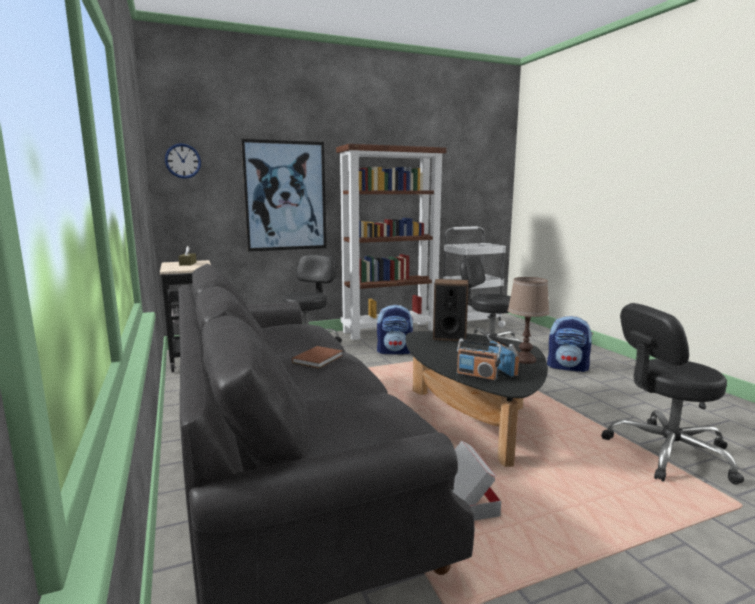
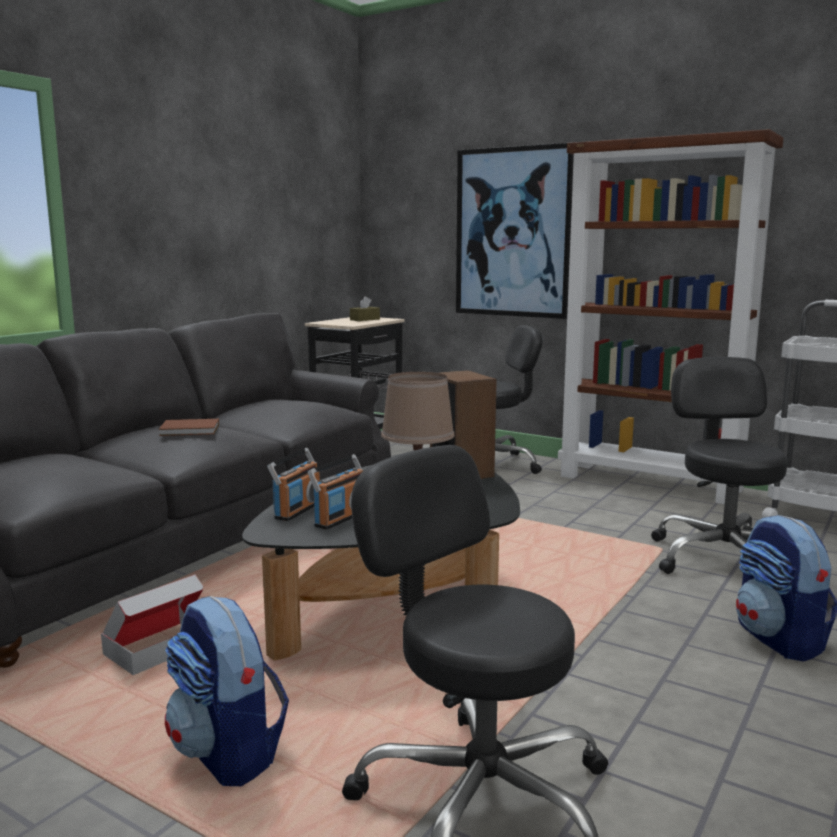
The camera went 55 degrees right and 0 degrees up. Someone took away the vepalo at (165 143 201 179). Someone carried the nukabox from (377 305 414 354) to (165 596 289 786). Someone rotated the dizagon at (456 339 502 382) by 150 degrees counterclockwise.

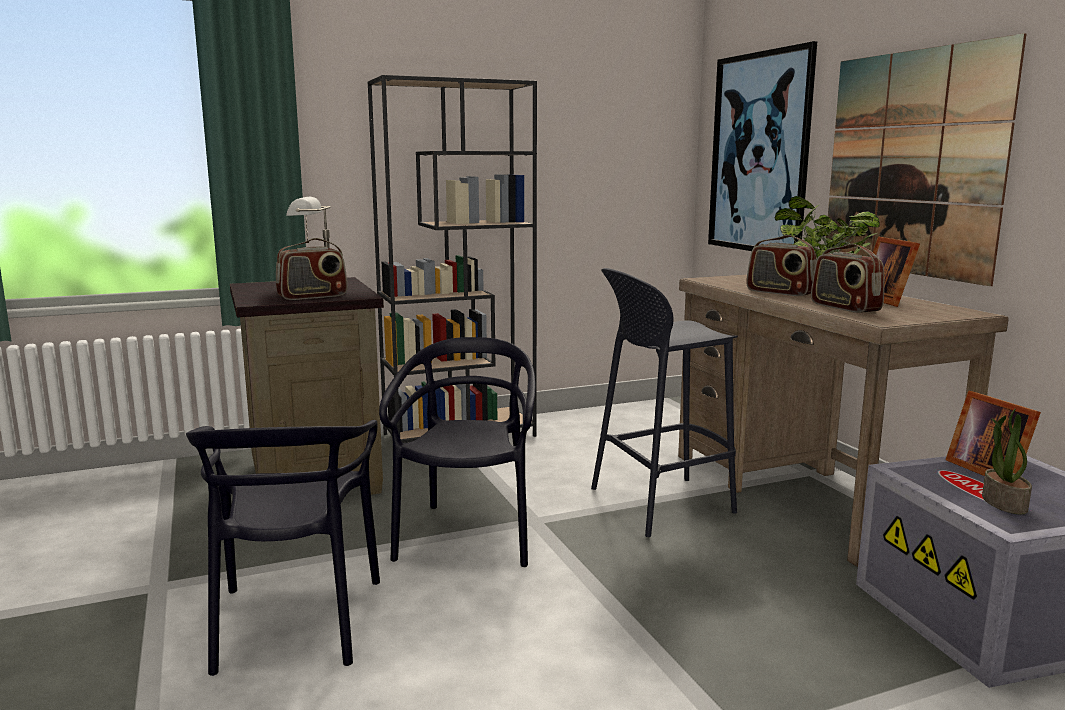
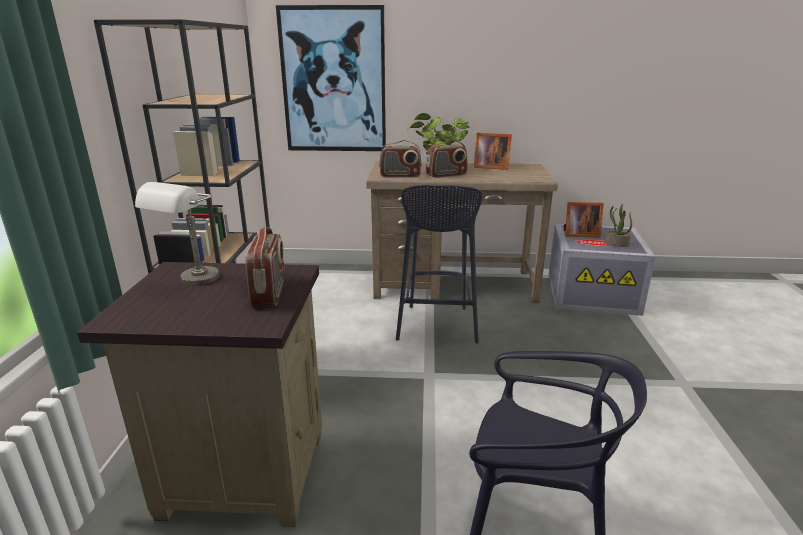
The camera went 65 degrees left and 10 degrees up. Someone took away the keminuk at (826 33 1027 286). Someone carried the dizagon from (811 244 884 313) to (379 140 422 178). Someone took away the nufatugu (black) at (379 337 536 567).

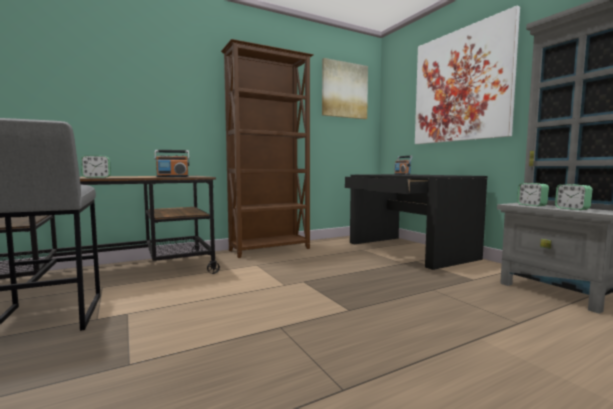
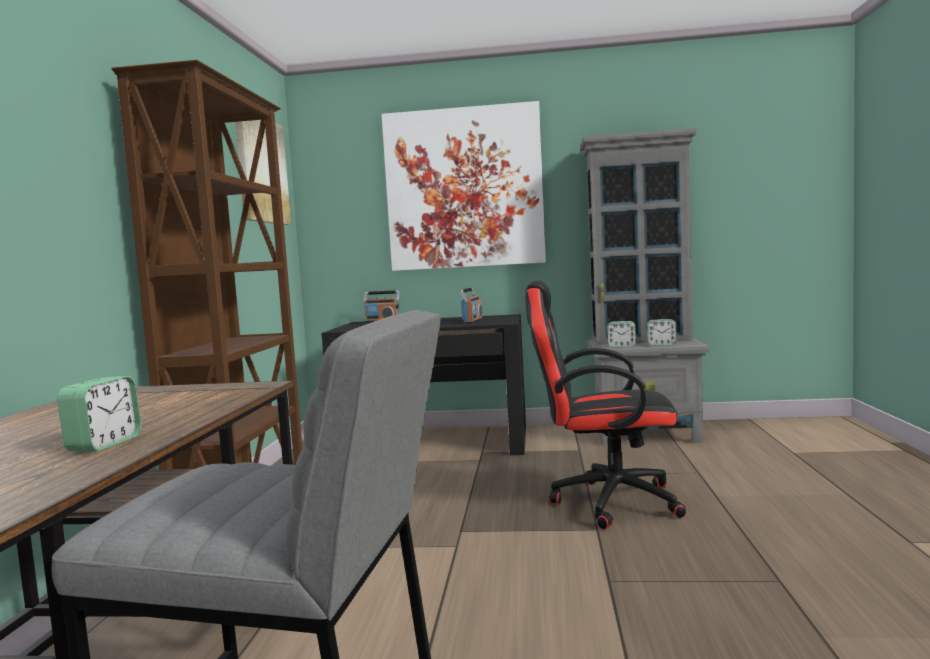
The camera went 55 degrees left and 0 degrees up. Someone carried the dizagon from (154 150 190 177) to (459 288 482 324). Someone put down the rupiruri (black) at (525 280 686 529).

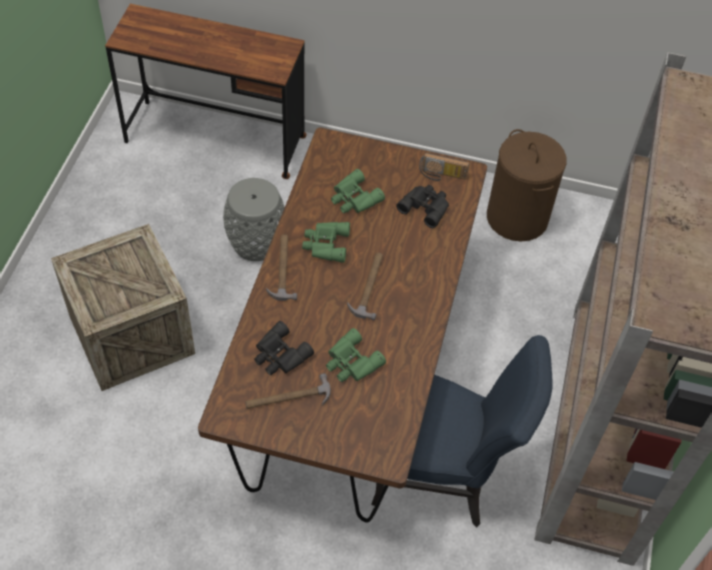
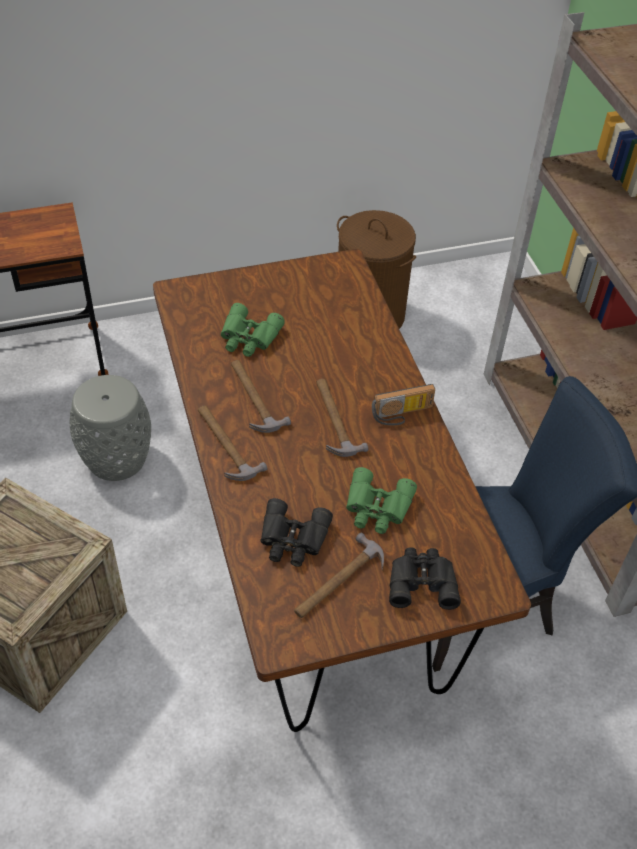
The camera went 30 degrees left and 5 degrees down. Someone carried the dizagon from (419 153 469 181) to (372 384 435 426). Someone carried the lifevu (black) from (396 185 449 228) to (389 547 461 610). Someone swapped the lifevu (green) at (302 222 350 263) for the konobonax at (231 360 291 433).

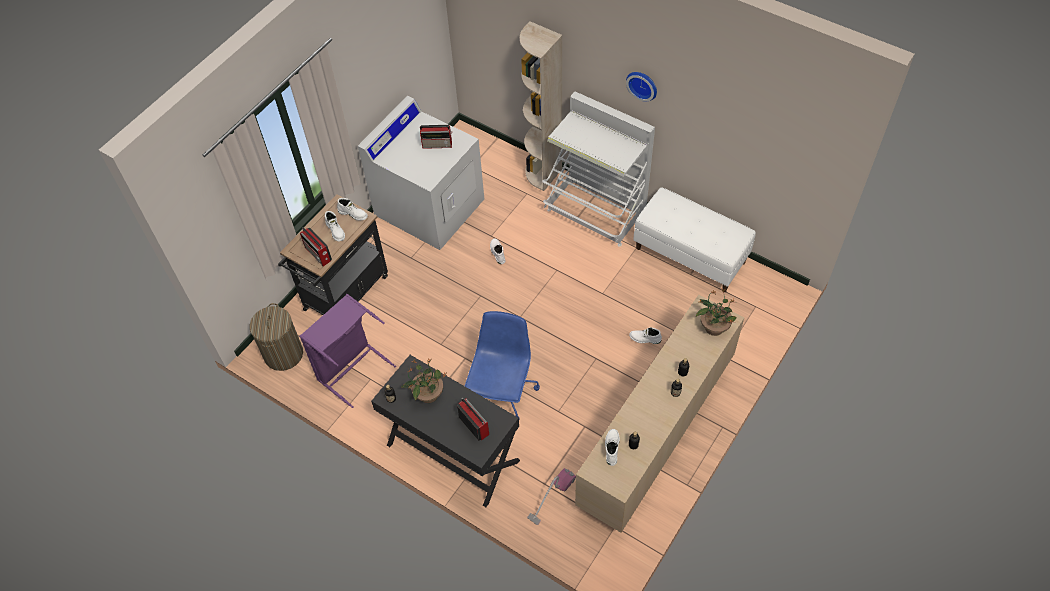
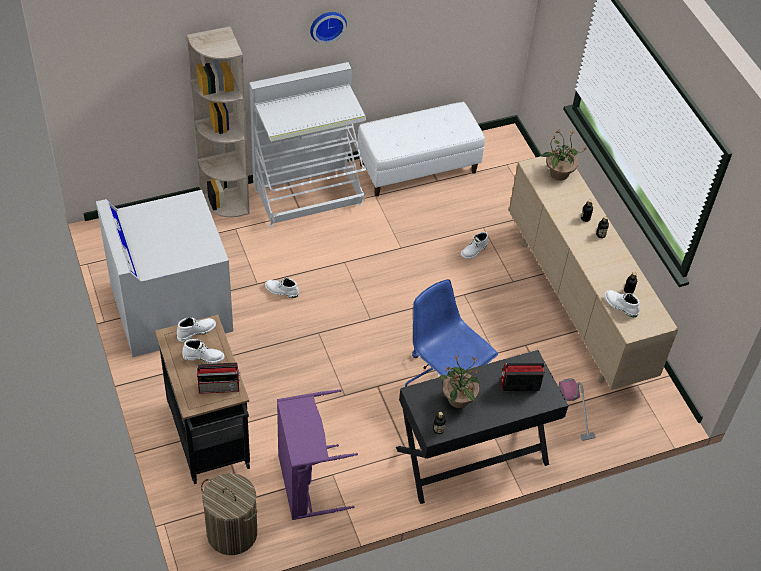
The camera went 60 degrees left and 5 degrees down. Someone took away the dizagon at (420 125 452 149).

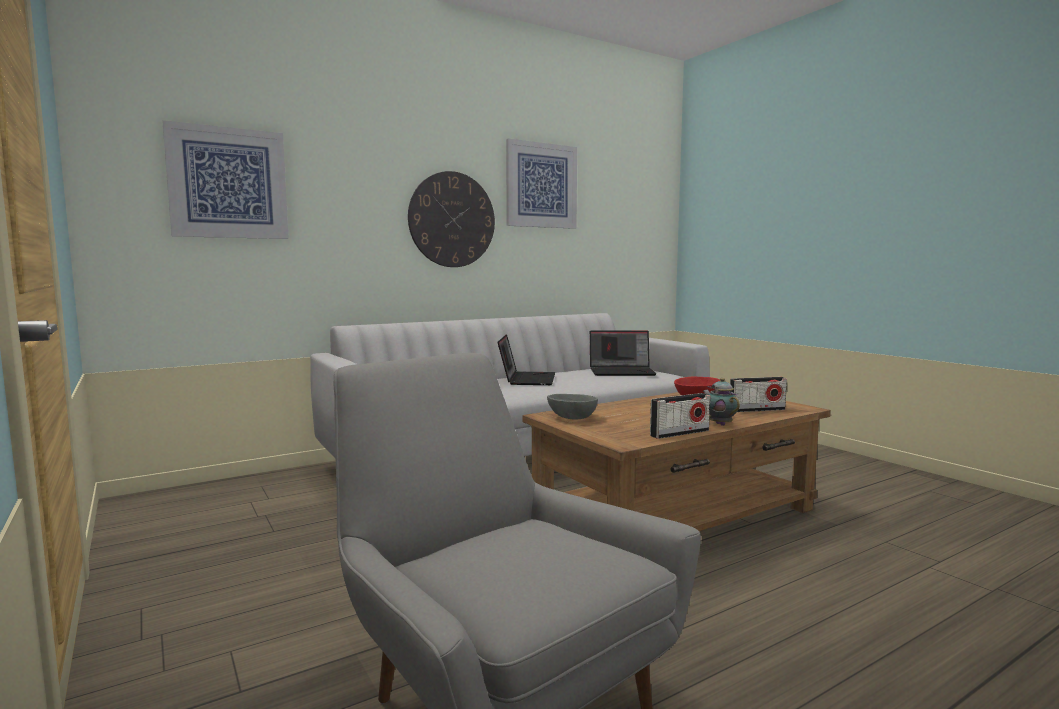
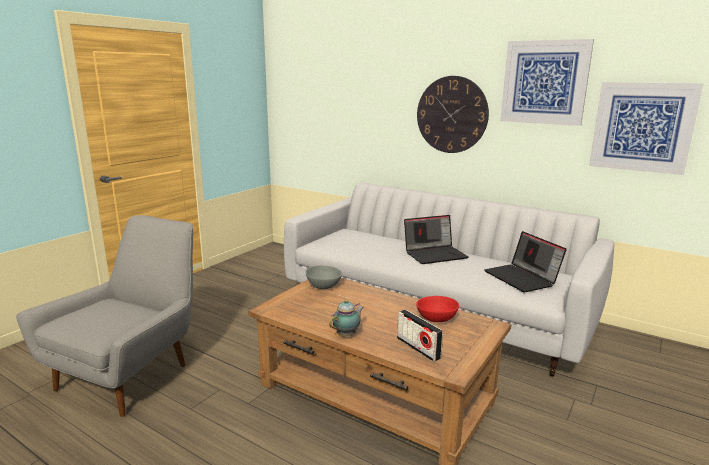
The camera went 65 degrees right and 10 degrees up. Someone carried the keminuk from (162 120 289 239) to (589 82 704 175). Someone took away the dizagon at (650 393 710 439).

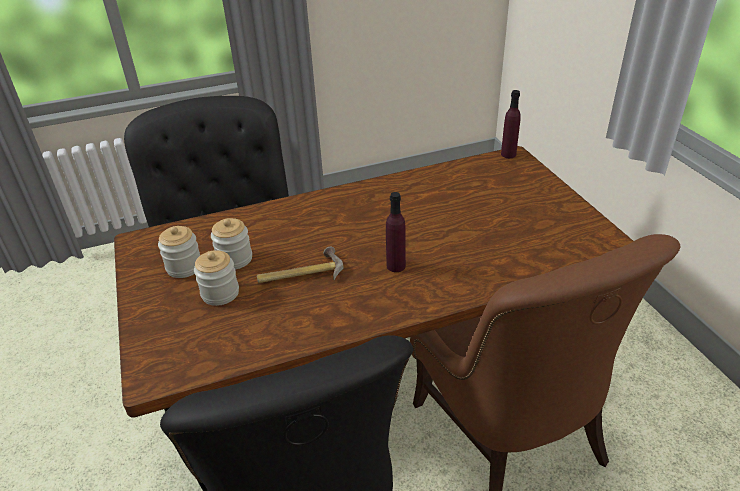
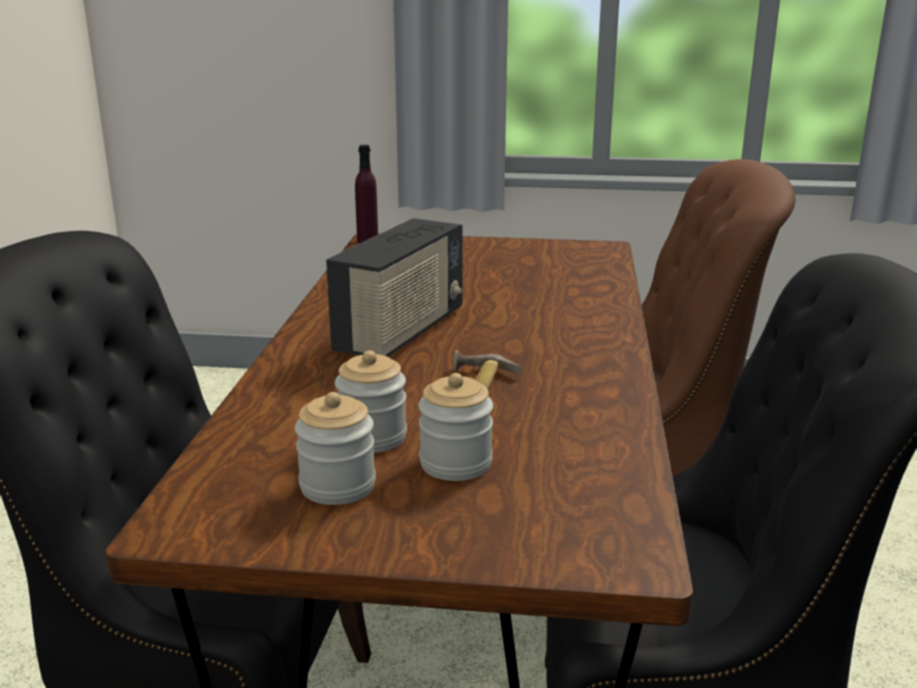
The camera went 65 degrees left and 15 degrees down. Someone took away the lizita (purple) at (386 192 406 272). Someone put down the dizagon at (326 218 463 357).

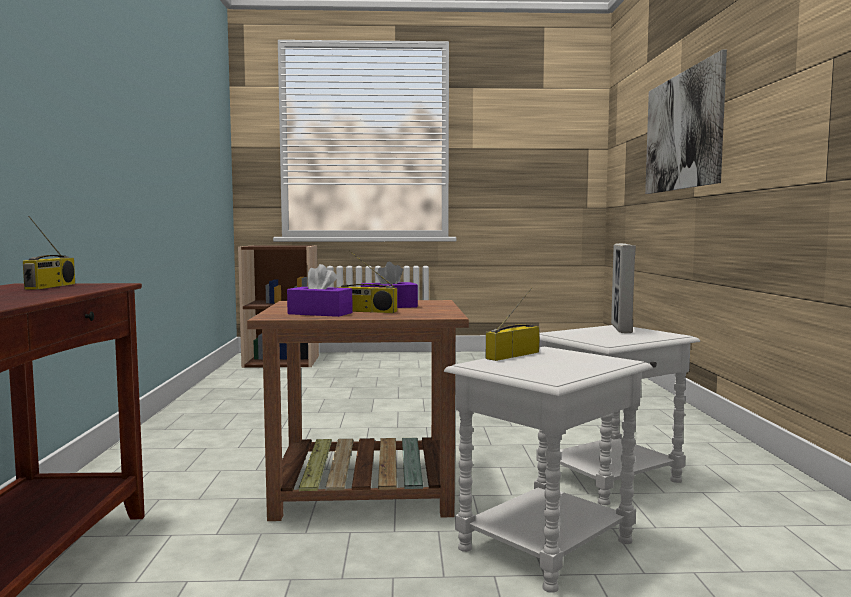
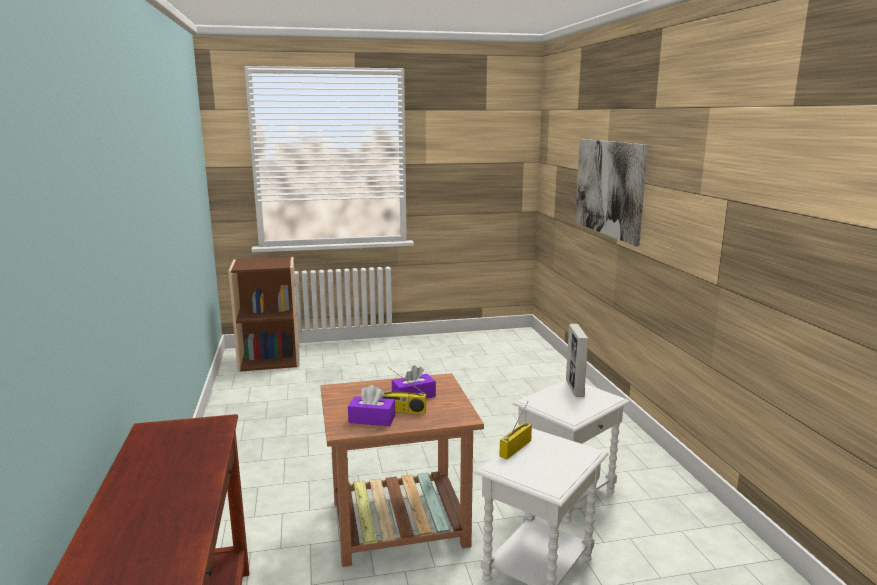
The camera went 10 degrees left and 10 degrees up. Someone took away the dizagon at (23 216 75 290).

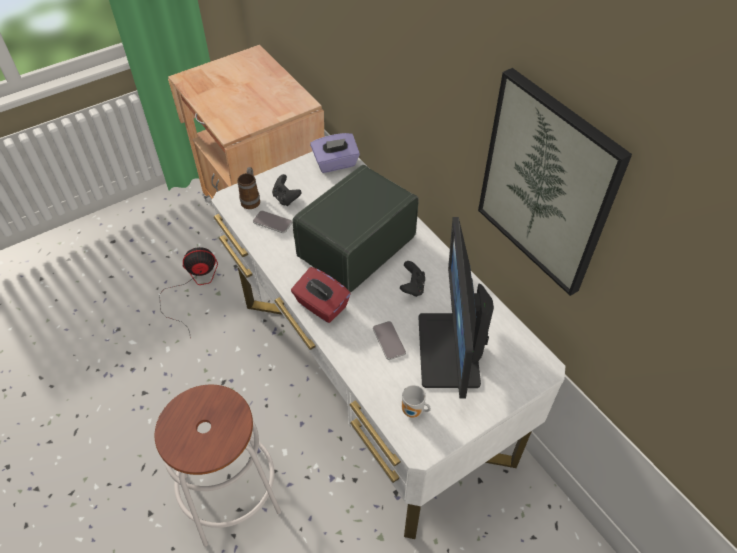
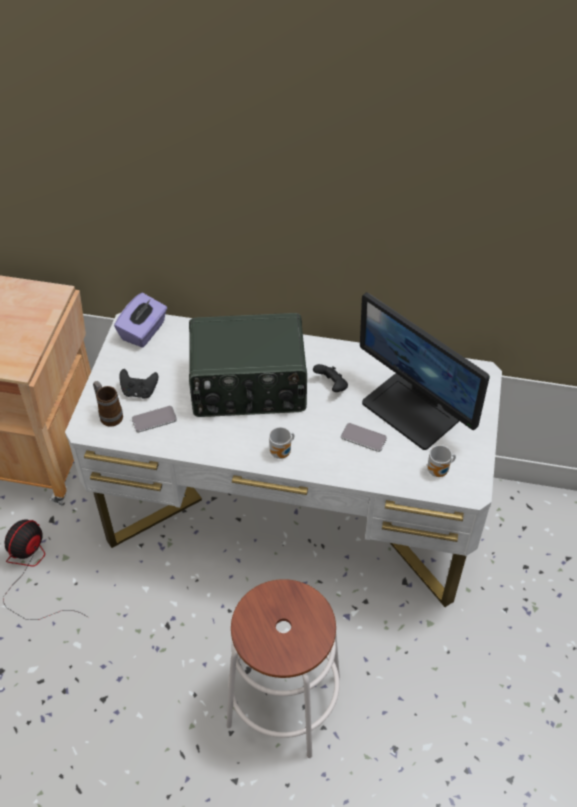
The camera went 45 degrees left and 0 degrees up. Someone took away the keminuk at (478 68 632 296). Someone rotated the dizagon at (292 165 419 292) by 90 degrees counterclockwise. Someone swapped the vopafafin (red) at (291 267 351 323) for the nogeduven at (269 427 295 459).

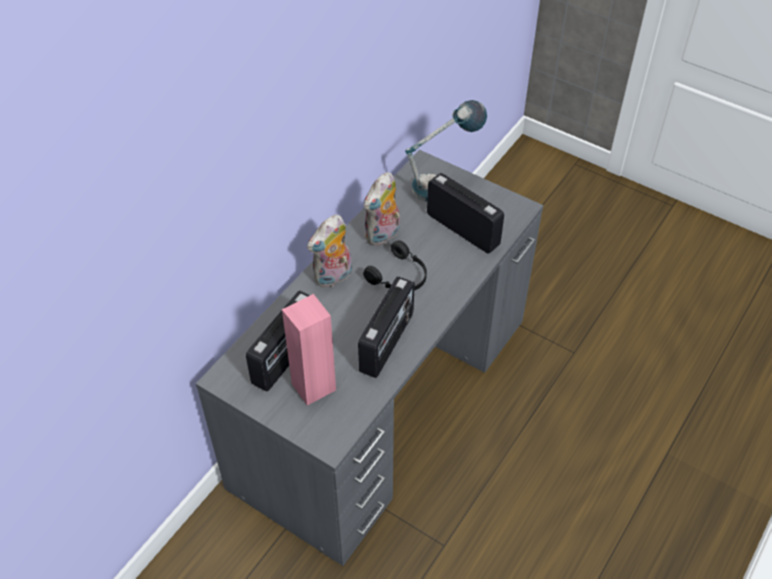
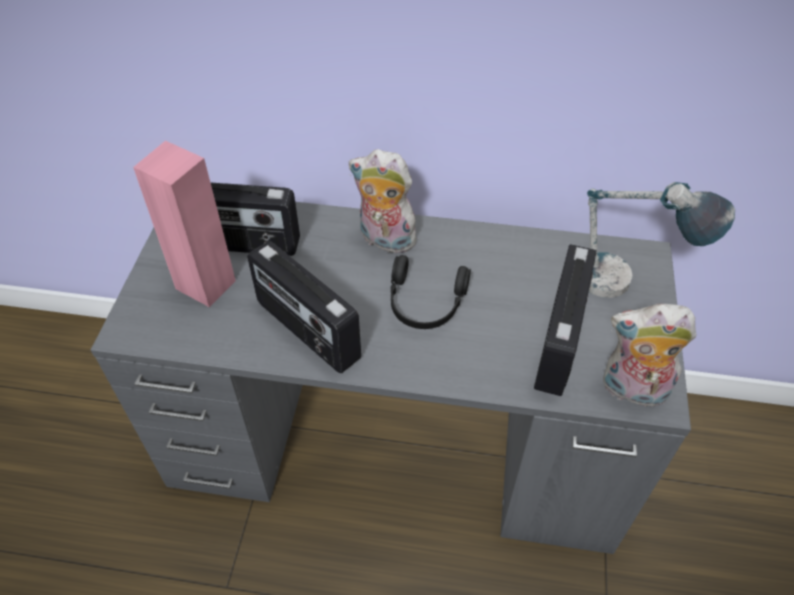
The camera went 65 degrees right and 0 degrees up. Someone carried the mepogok from (364 172 400 246) to (603 303 696 407). Someone rotated the dizagon at (358 276 415 378) by 45 degrees clockwise.

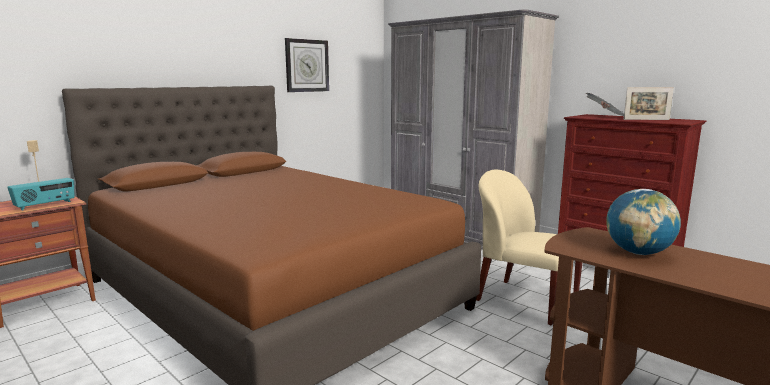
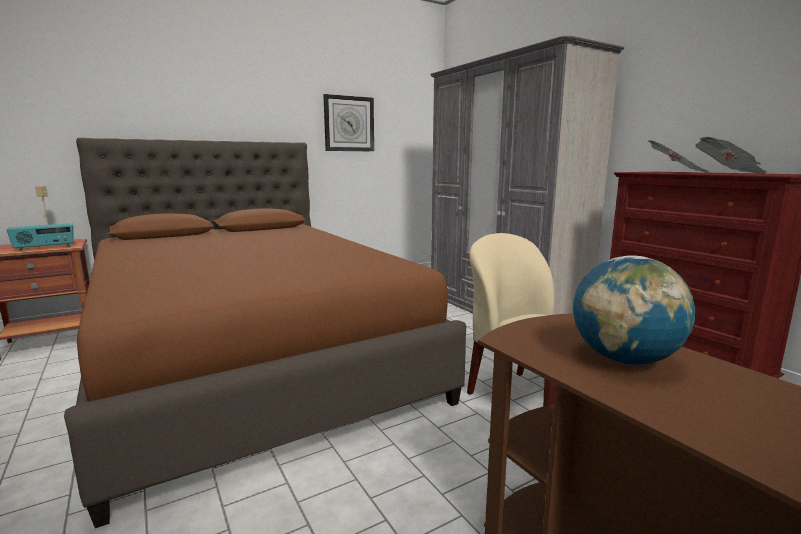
The camera went 15 degrees right and 0 degrees up. Someone swapped the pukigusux at (624 87 674 120) for the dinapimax at (696 137 767 174).

